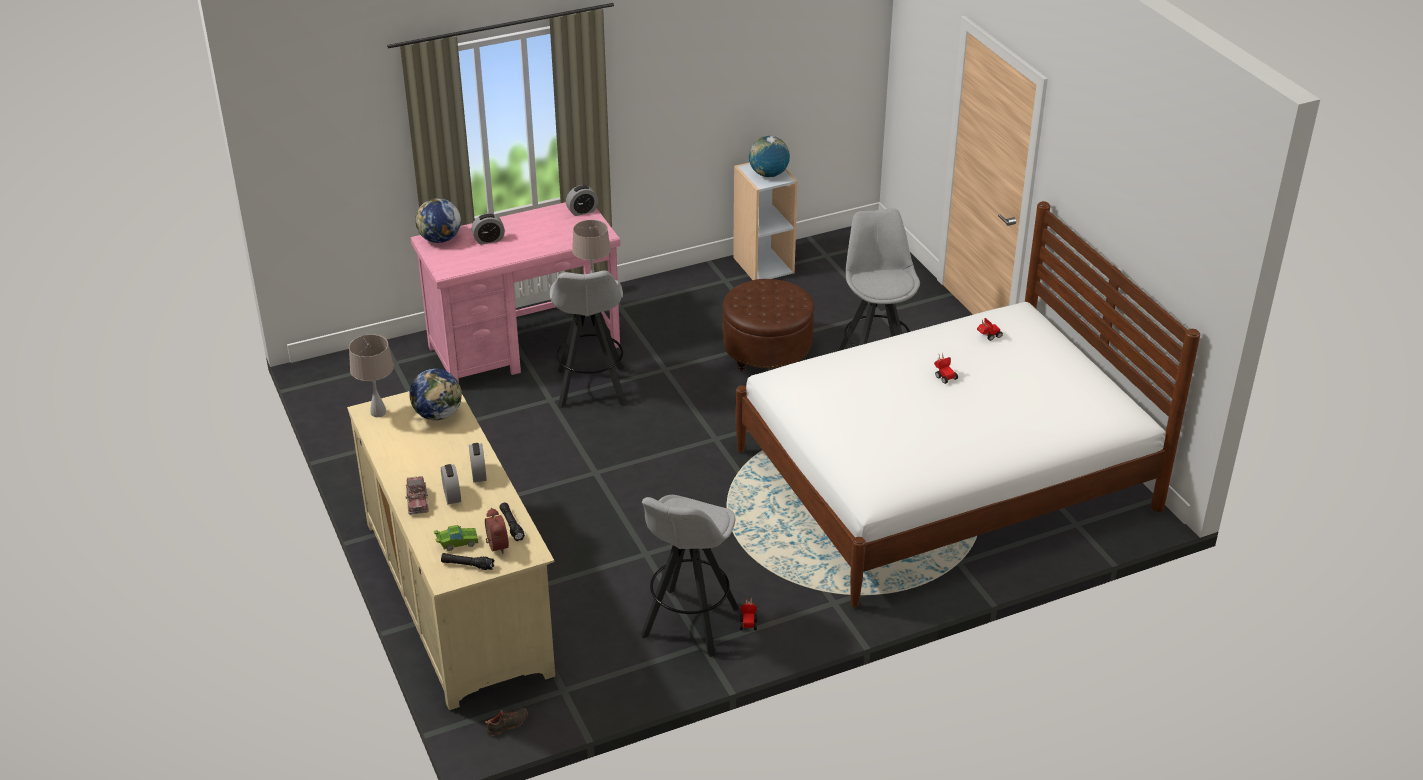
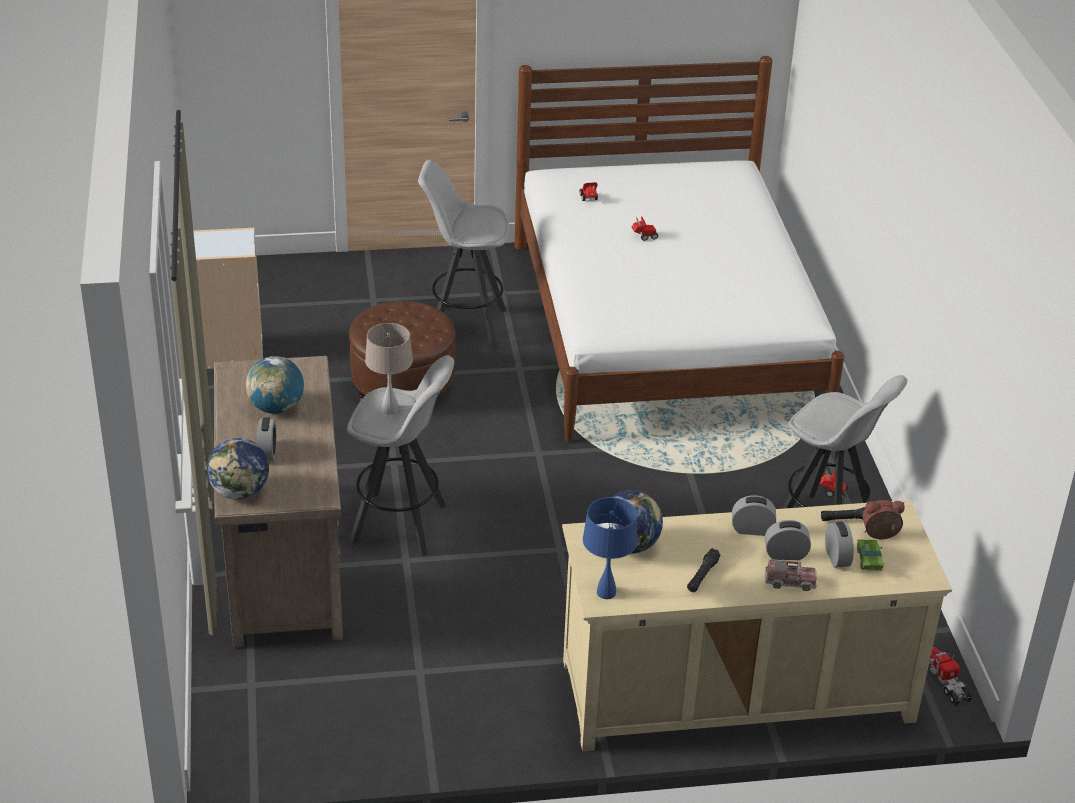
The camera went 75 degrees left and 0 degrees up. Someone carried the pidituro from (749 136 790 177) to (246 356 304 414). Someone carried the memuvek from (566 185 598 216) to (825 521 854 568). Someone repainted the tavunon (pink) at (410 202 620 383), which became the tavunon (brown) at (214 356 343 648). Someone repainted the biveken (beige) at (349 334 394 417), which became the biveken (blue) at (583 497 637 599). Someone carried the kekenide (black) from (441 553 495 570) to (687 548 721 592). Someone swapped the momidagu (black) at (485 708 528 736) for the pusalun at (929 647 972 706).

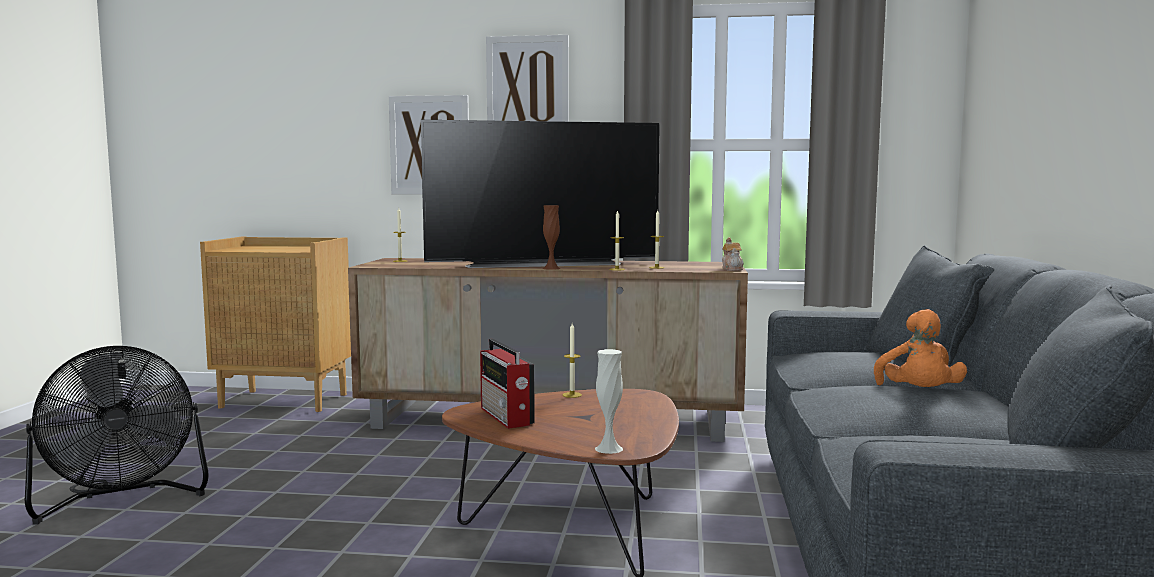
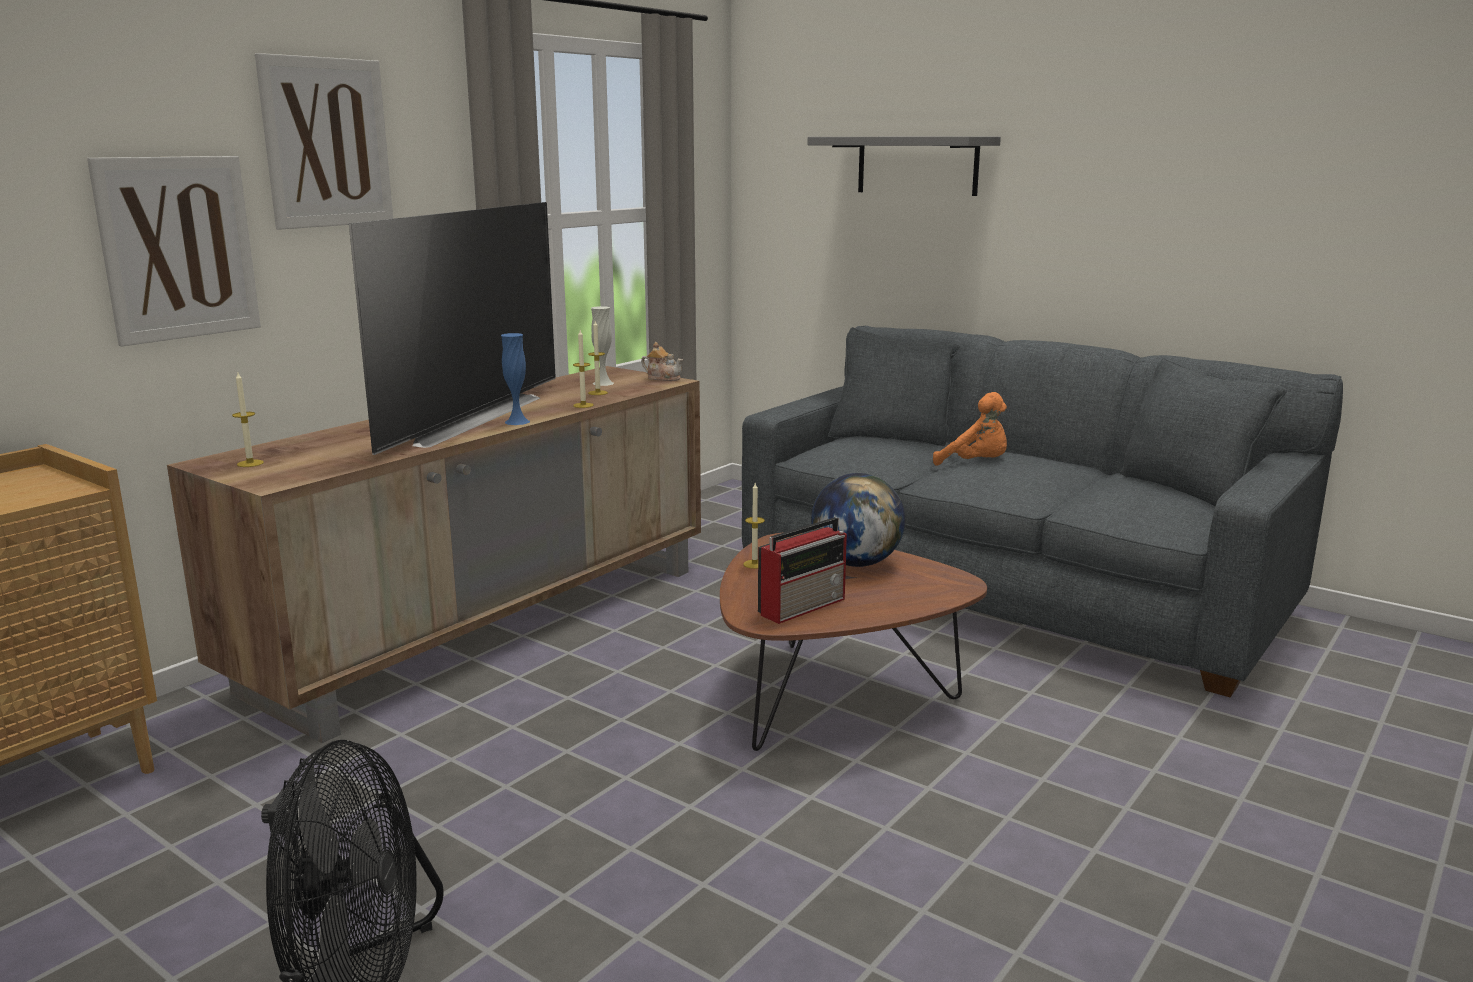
The camera went 60 degrees left and 10 degrees up. Someone repainted the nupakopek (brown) at (542 205 560 270), which became the nupakopek (blue) at (501 333 530 425). Someone rotated the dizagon at (480 339 535 429) by 45 degrees counterclockwise. Someone carried the nupakopek (white) from (595 349 623 454) to (591 306 614 386). Someone put up the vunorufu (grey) at (808 136 1001 196). Someone put down the pidituro at (811 473 905 567).

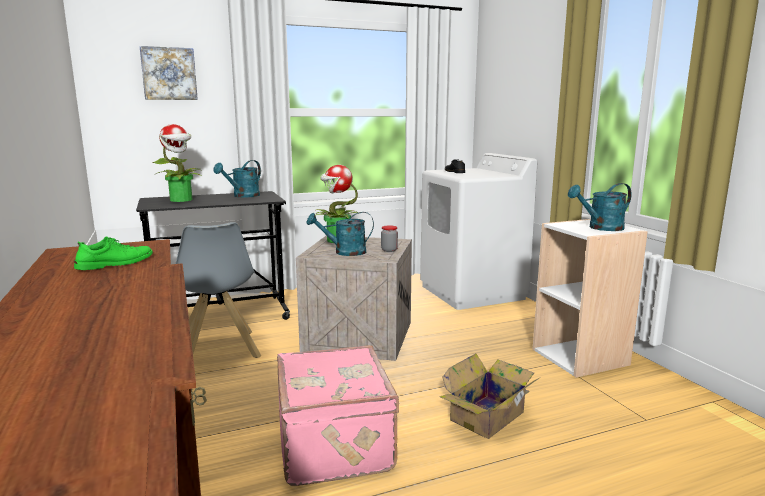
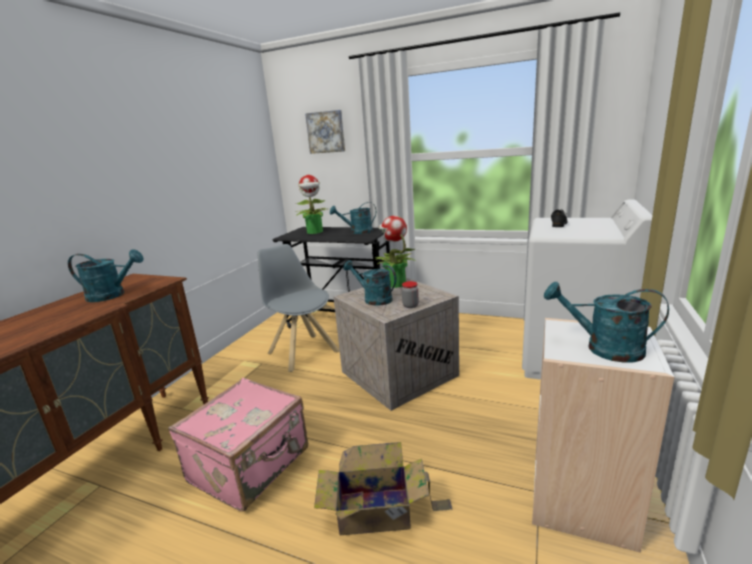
The camera went 45 degrees right and 5 degrees up. Someone rotated the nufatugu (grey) at (176 222 261 358) by 120 degrees clockwise. Someone swapped the momidagu (green) at (74 237 153 270) for the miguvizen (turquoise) at (68 249 144 302).

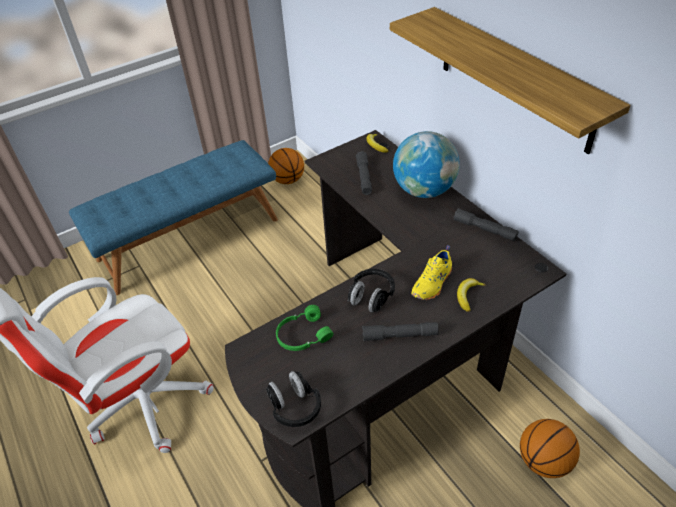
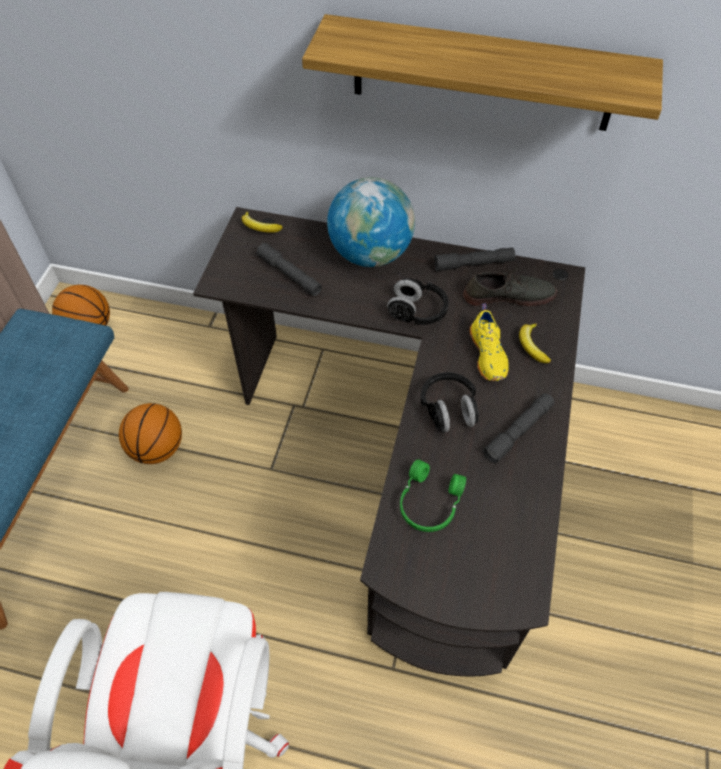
The camera went 45 degrees left and 10 degrees up. Someone carried the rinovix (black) from (266 371 321 427) to (387 278 449 325). Someone carried the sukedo from (520 419 580 478) to (119 403 182 464). Someone put down the momidagu (grey) at (463 268 557 306).

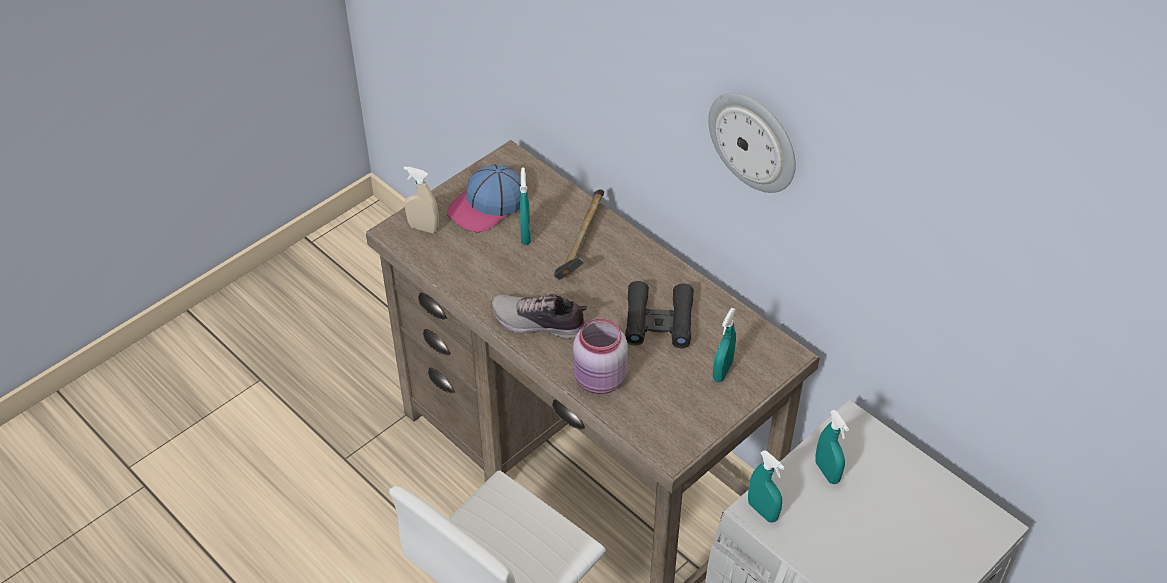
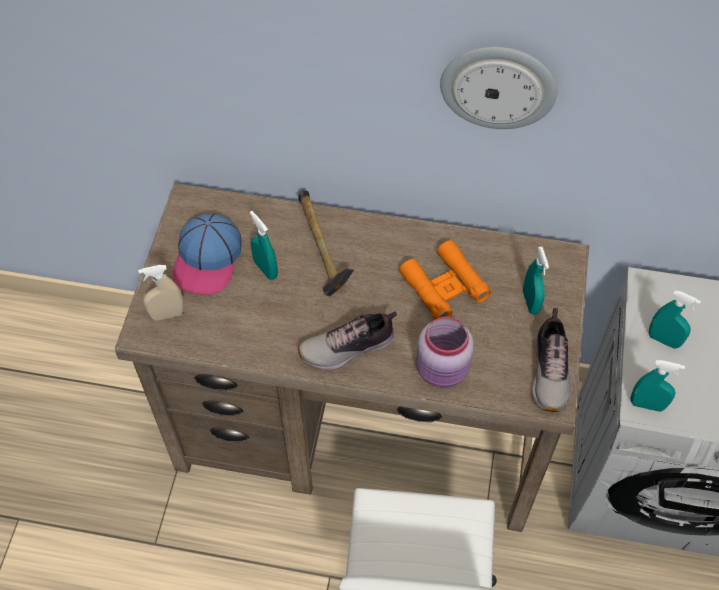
The camera went 35 degrees left and 10 degrees up. Someone repainted the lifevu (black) at (625 281 694 348), which became the lifevu (orange) at (399 240 491 319). Someone put down the momidagu at (531 308 572 412).

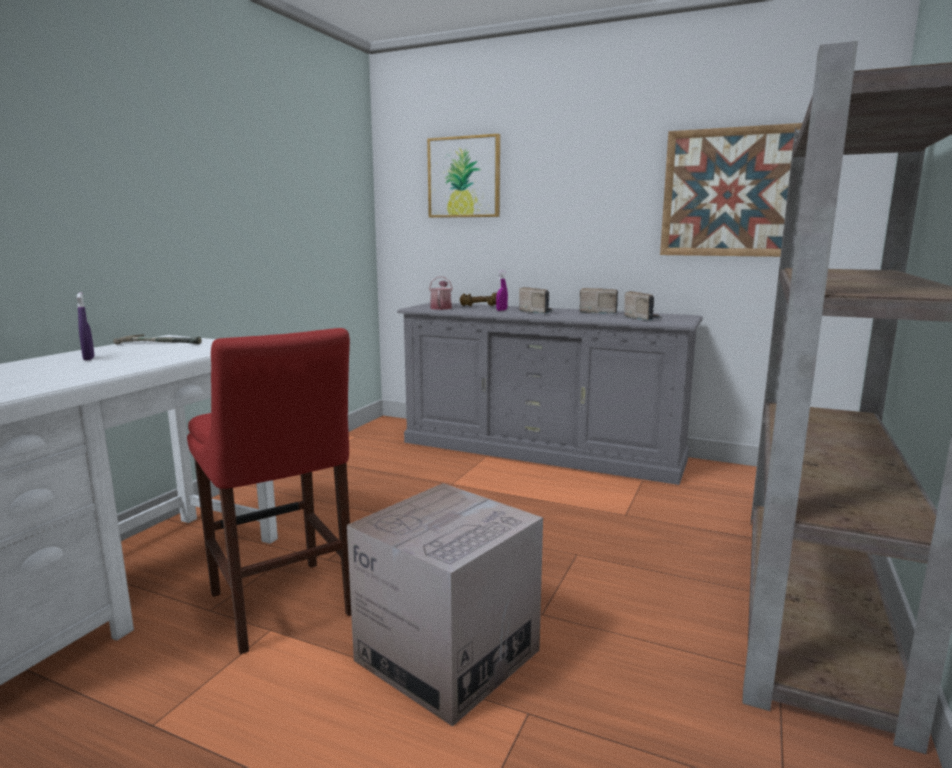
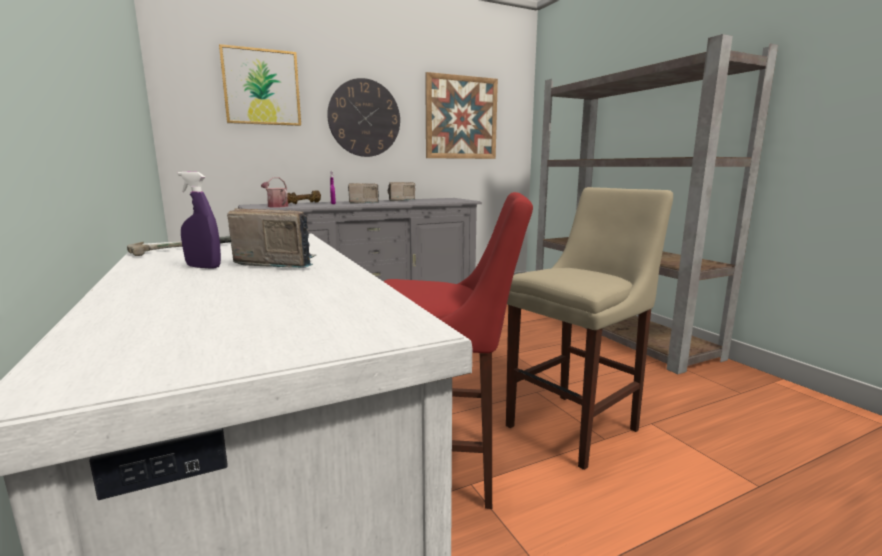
The camera went 50 degrees left and 0 degrees up. Someone carried the dizagon from (624 291 662 321) to (227 208 316 268). Someone swapped the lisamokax at (347 483 543 727) for the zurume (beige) at (506 187 673 470). Someone put up the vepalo at (327 78 400 157).

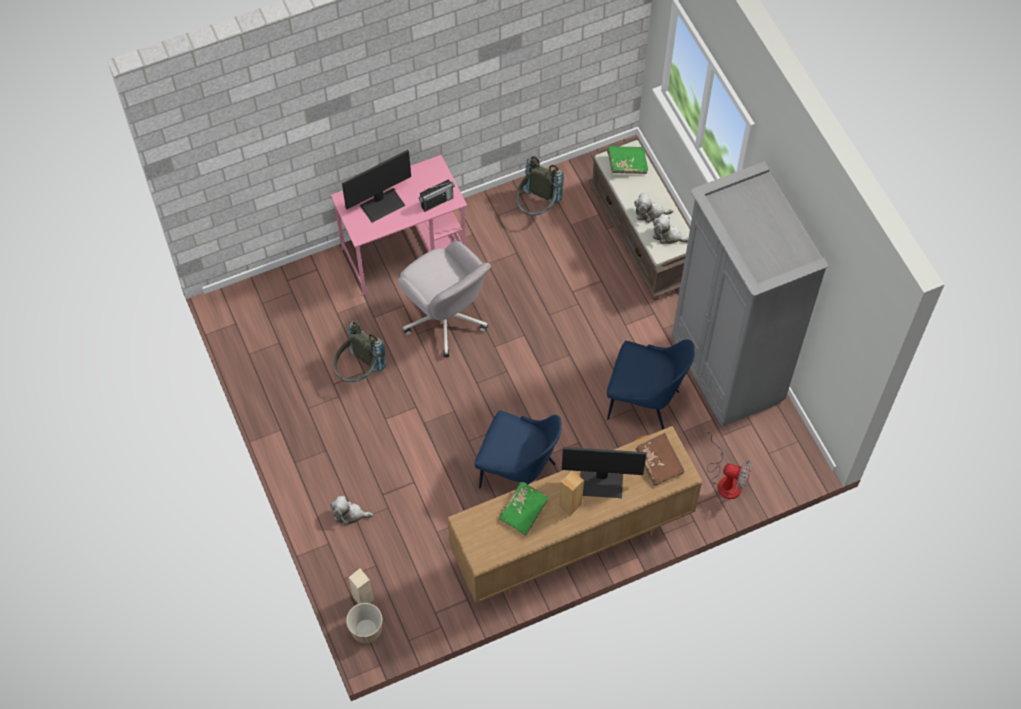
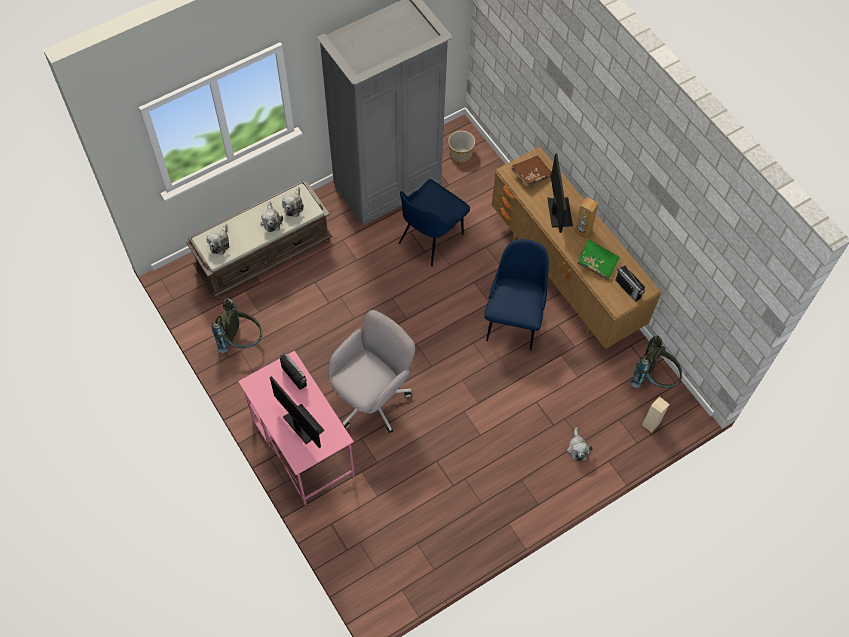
The camera went 100 degrees left and 0 degrees up. Someone swapped the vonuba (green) at (607 146 648 174) for the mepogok at (207 224 230 255). Someone carried the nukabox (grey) from (334 321 387 382) to (630 336 682 388). Someone rotated the nufatugu (blue) at (607 339 695 430) by 150 degrees counterclockwise. Someone took away the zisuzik at (706 429 752 499). Someone carried the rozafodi from (346 603 382 644) to (448 131 475 163). Someone put down the dizagon at (615 265 645 302).

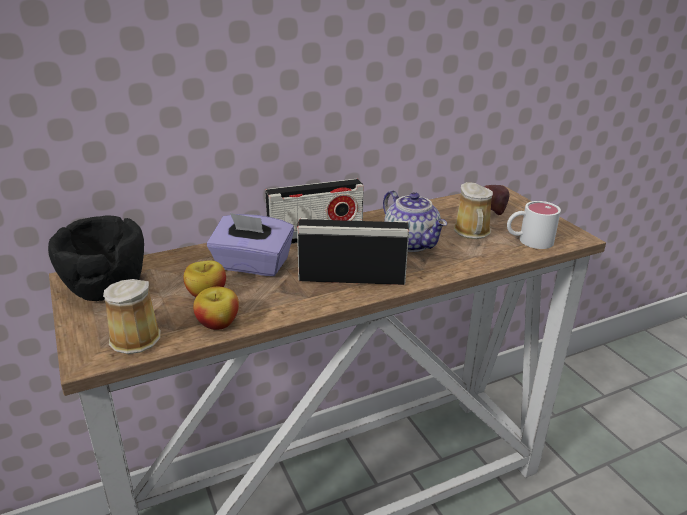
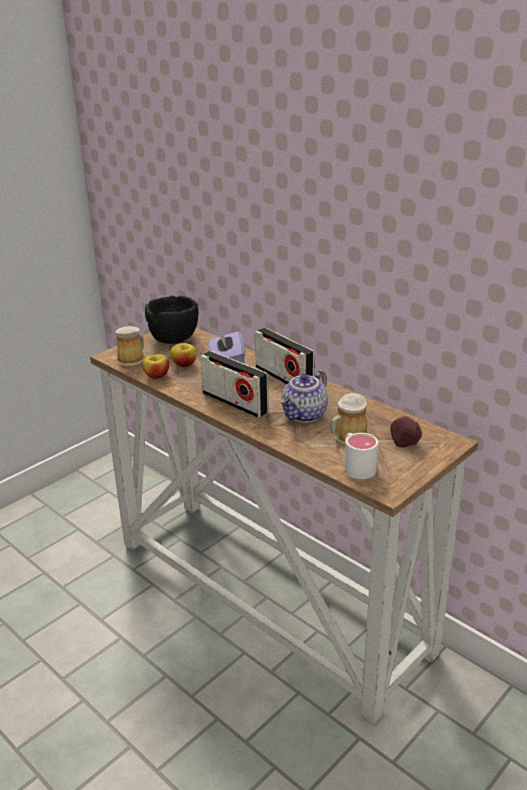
The camera went 70 degrees right and 0 degrees up. Someone rotated the dizagon at (297 218 409 285) by 150 degrees clockwise.

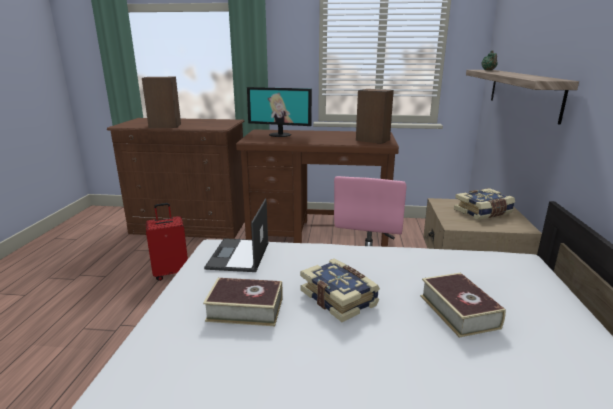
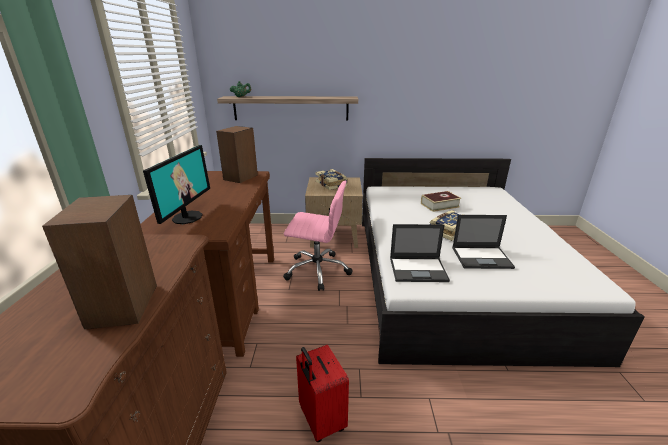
The camera went 95 degrees left and 5 degrees up. Someone swapped the vonuba at (203 278 283 326) for the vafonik at (452 215 515 269).

